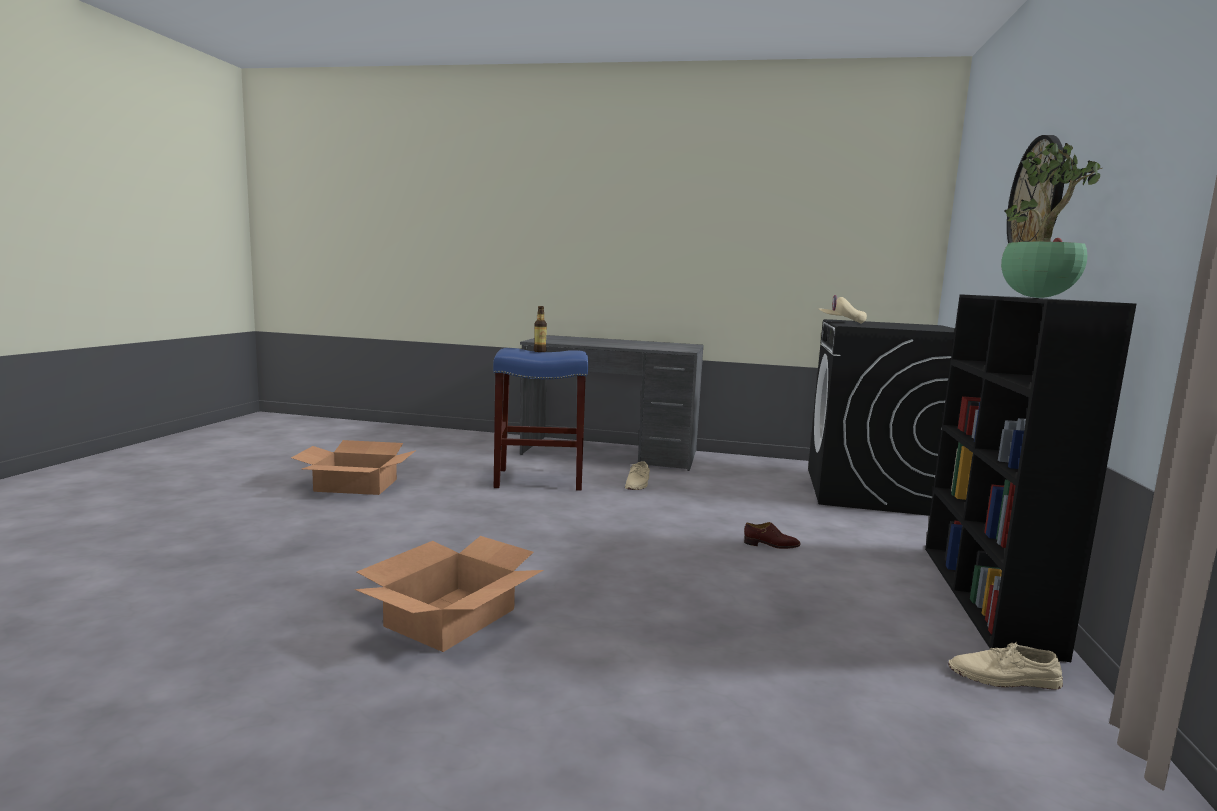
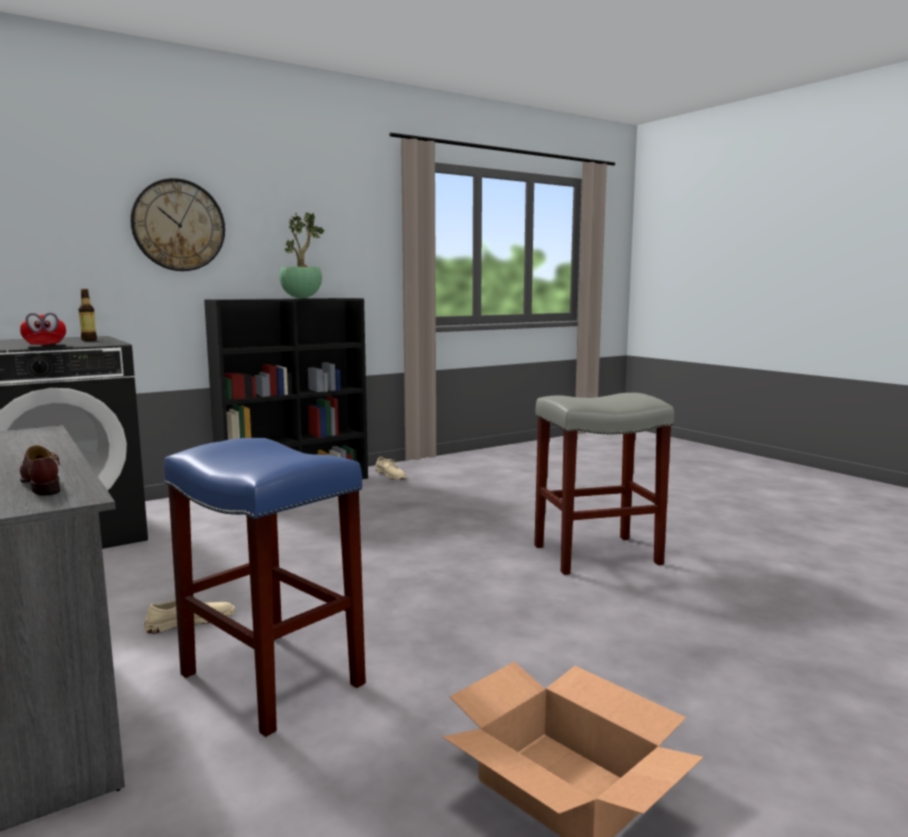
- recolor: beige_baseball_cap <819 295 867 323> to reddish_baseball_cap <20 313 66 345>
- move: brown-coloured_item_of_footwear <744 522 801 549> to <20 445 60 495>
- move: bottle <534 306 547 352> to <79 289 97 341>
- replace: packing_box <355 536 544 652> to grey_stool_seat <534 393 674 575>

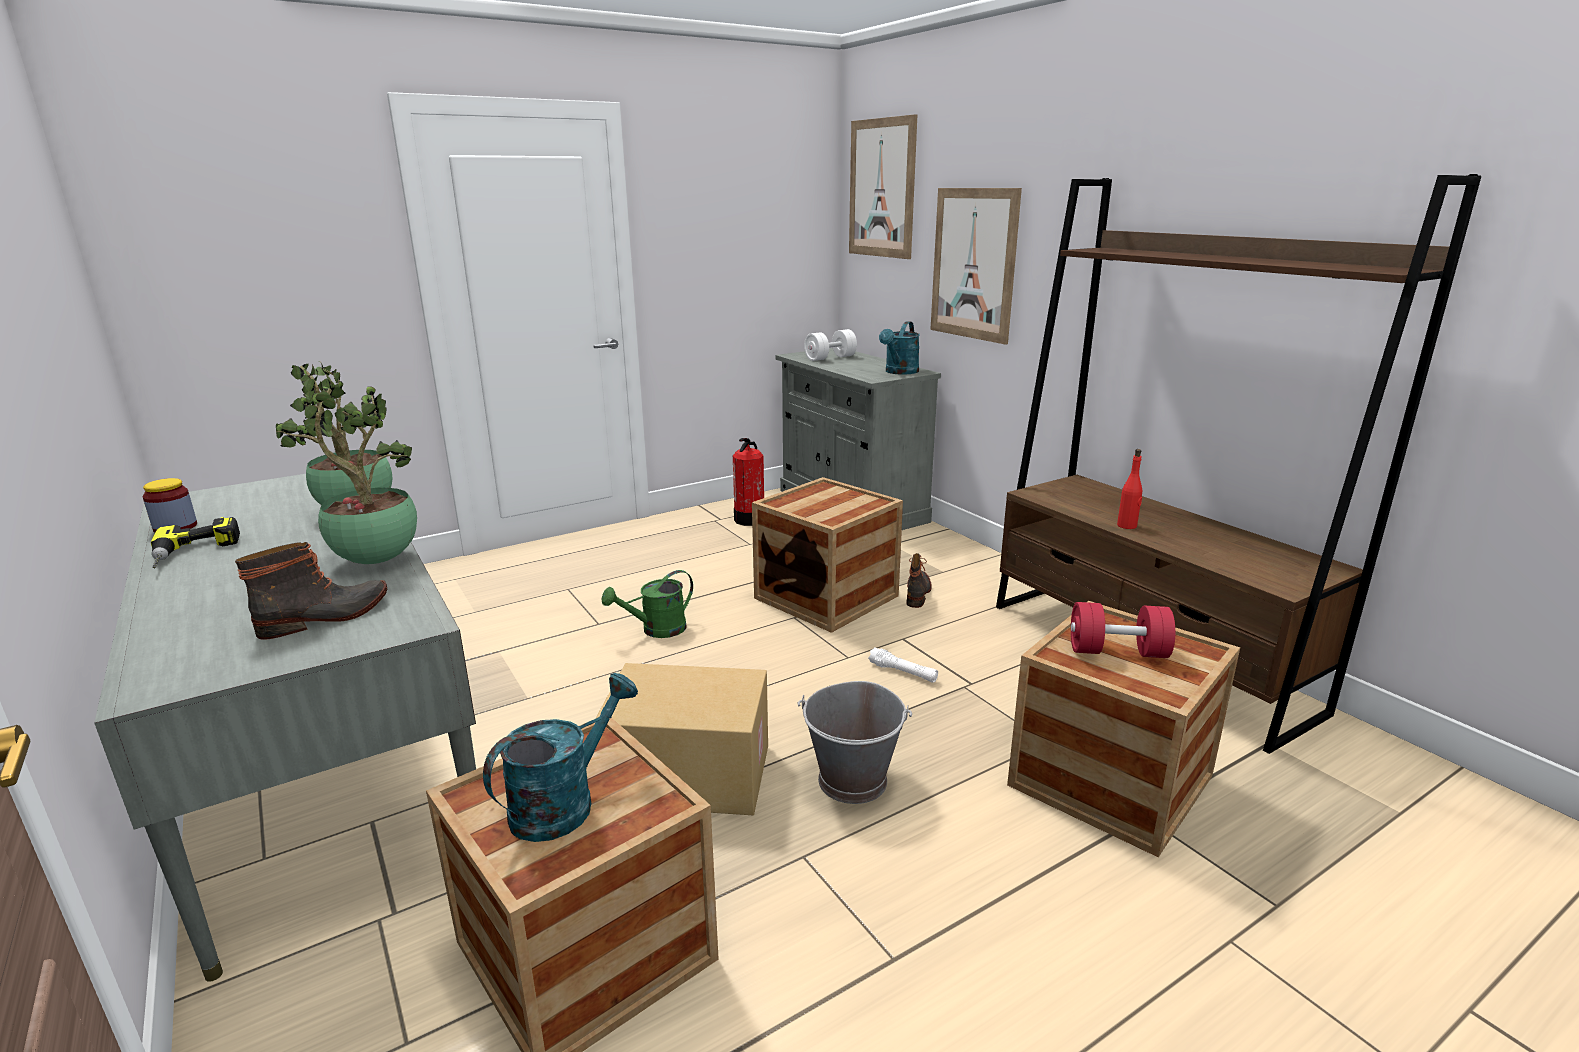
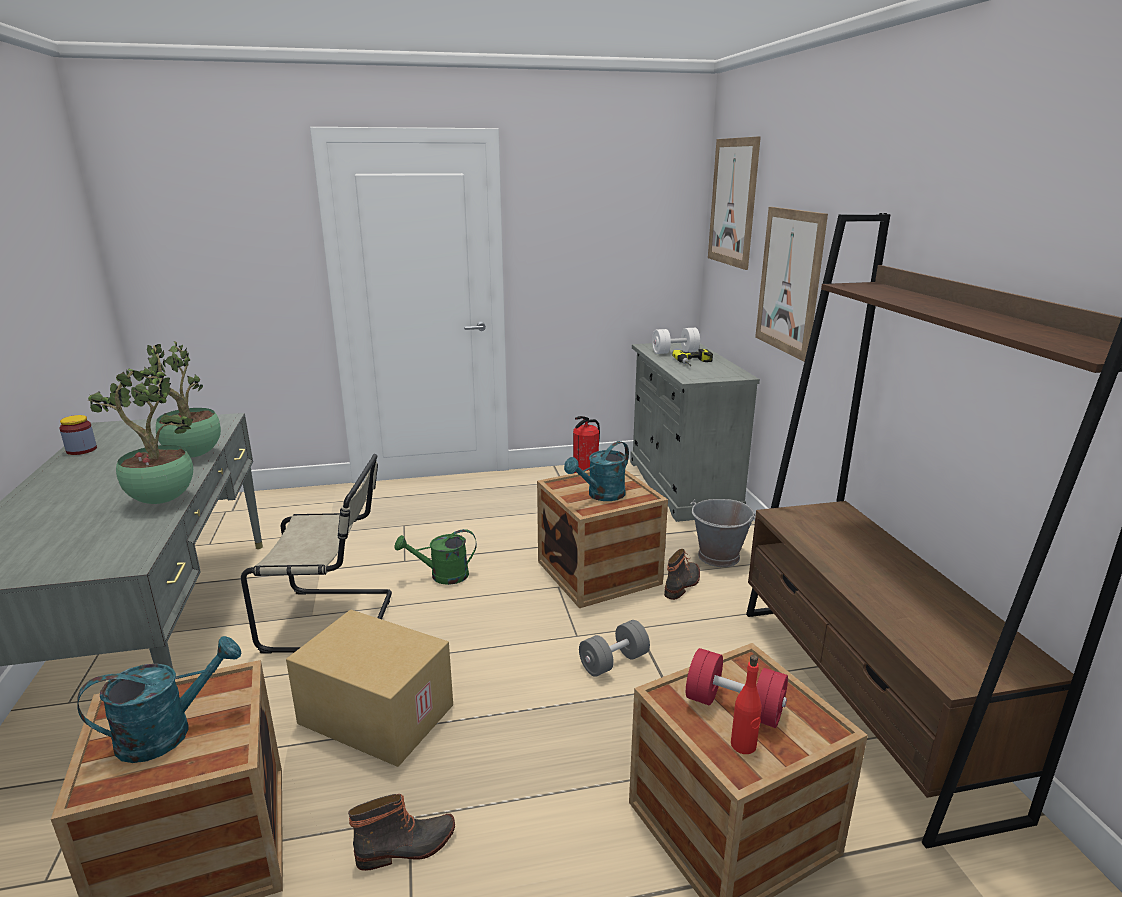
- insert: beige_chair <241 454 392 654>
- move: high-top_boot <235 542 388 640> to <348 794 455 871>
- move: blue-green_watering_can <879 321 920 374> to <564 441 629 501>
- replace: white_flashlight <868 647 938 683> to grey_free_weight <579 620 650 677>
- move: power_drill <151 517 240 568> to <672 349 713 367>
- move: grey_water_bucket <798 681 912 804> to <690 499 755 567>
- move: reddish_bottle <1117 449 1142 529> to <731 655 762 754>

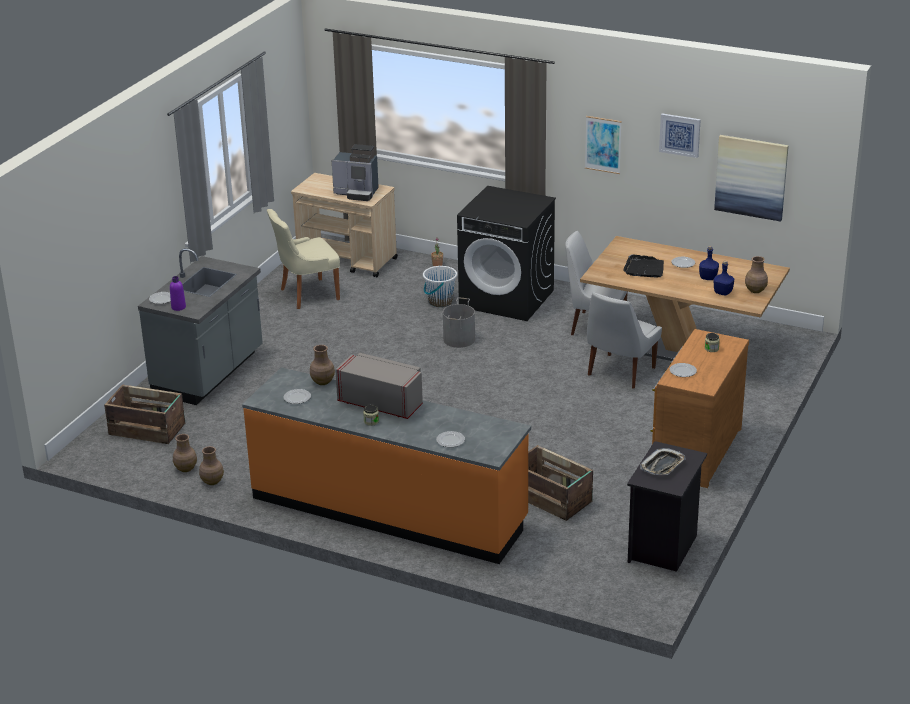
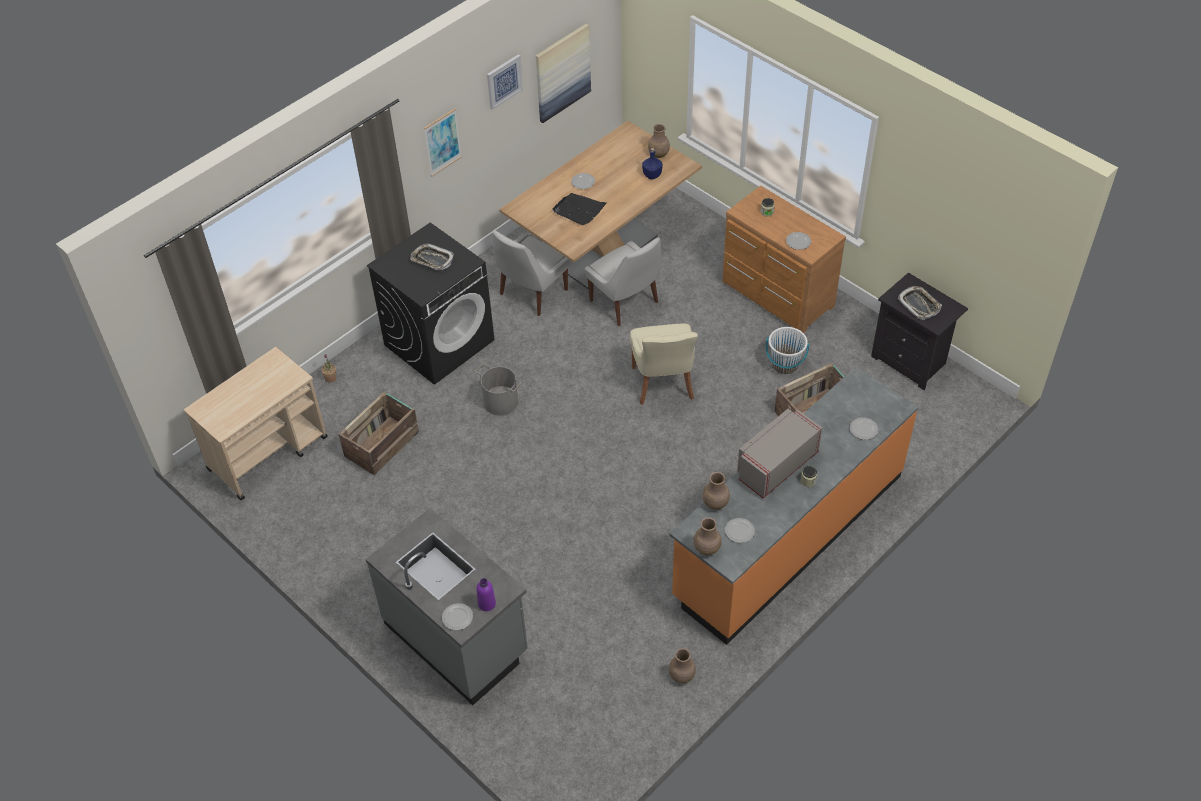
- move: crate <104 384 185 444> to <339 391 419 475>
- insert: serving_tray <411 243 454 270>
- move: beige_chair <267 209 340 309> to <630 323 698 405>
- move: brown-coloured_decorative_vase <173 434 197 472> to <693 517 722 555>
- move: white_water_bucket <423 265 457 307> to <766 327 810 374>
- delete: coffee_brewer <332 144 379 201>
- delete: blue_bottle <699 246 719 280>

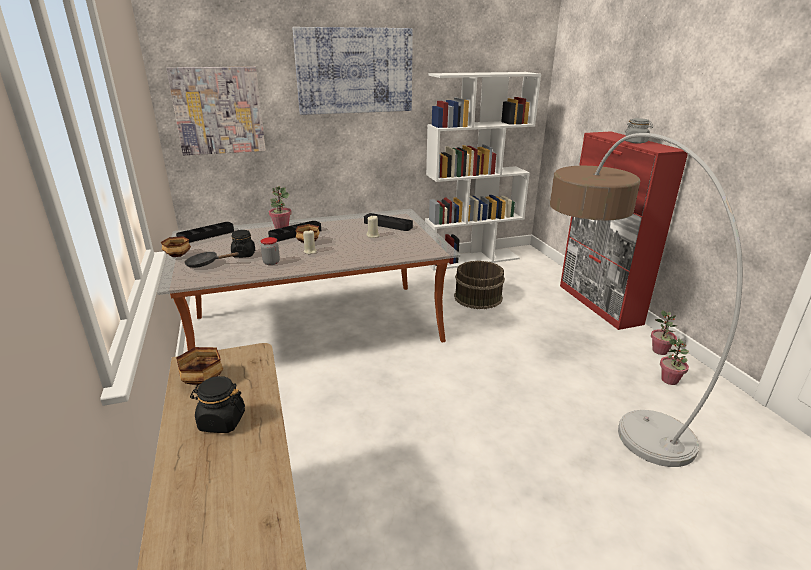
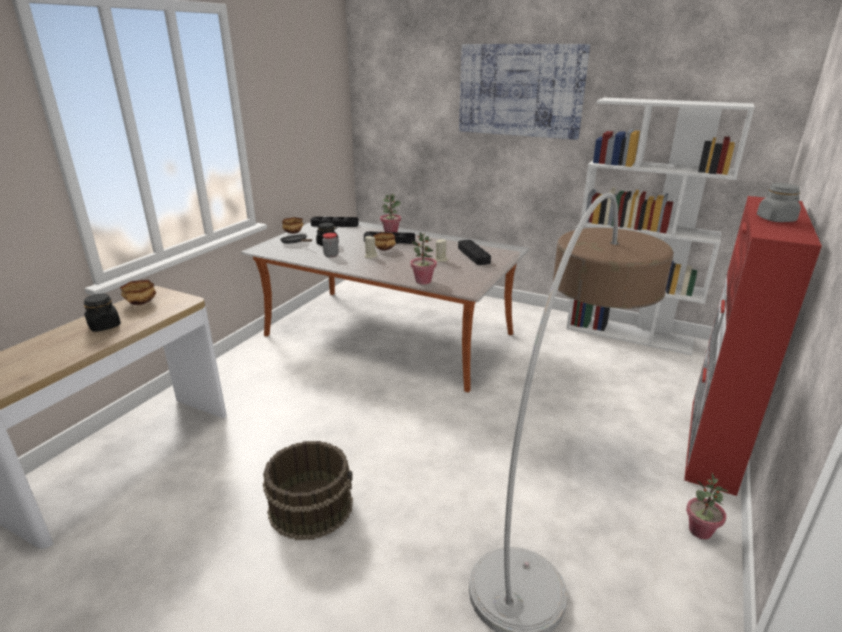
- move: brown-coloured_water_bucket <454 261 505 309> to <263 441 353 540>
- move: potted_plant <660 339 689 385> to <410 232 437 285>
- delete: wall_picture <166 67 266 156>

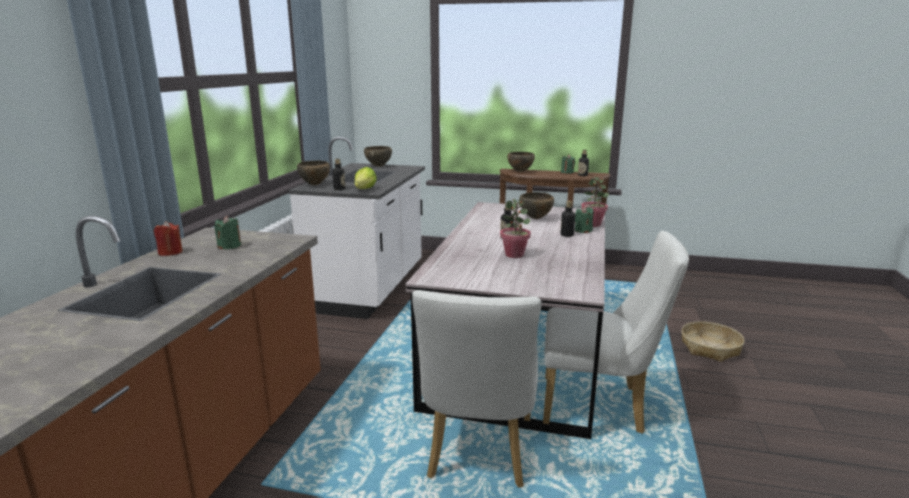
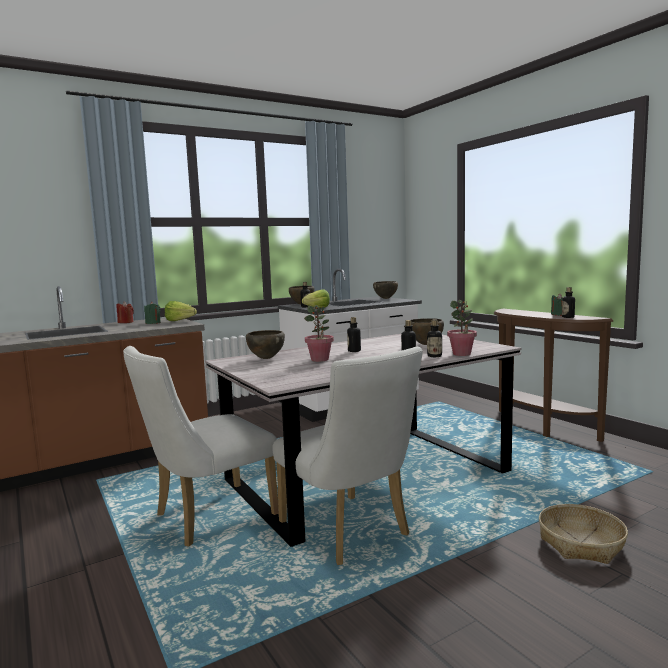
- insert: head_of_lettuce <165 301 197 321>
- move: brown-coloured_bowl <507 152 535 172> to <246 330 285 359>
- replace: green_candle <575 206 593 233> to bottle <427 320 442 357>

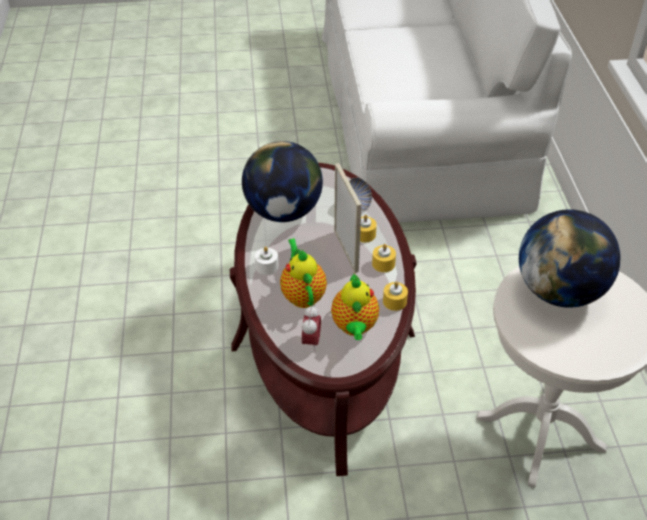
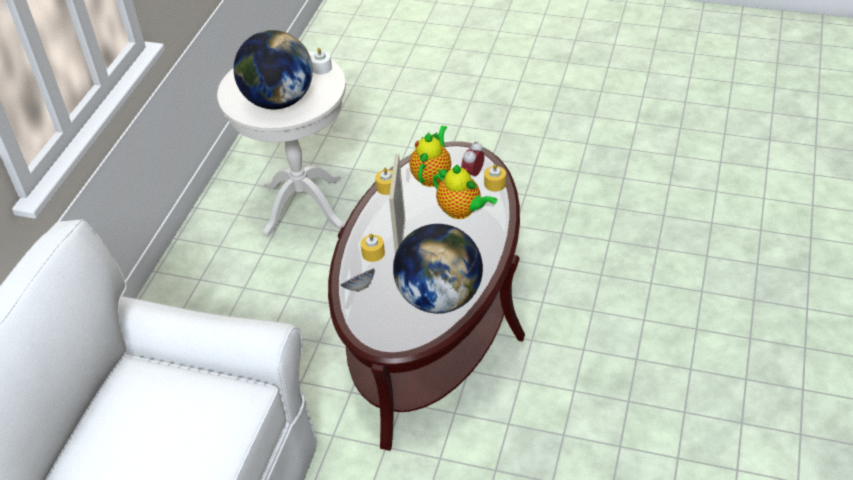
- move: white_candle <255 246 279 275> to <310 48 332 75>
- rotate: pot_for_tea <280 238 327 308> = <433 165 497 219> 60 degrees counterclockwise
- move: yellow-coloured_candle <372 244 396 272> to <484 164 506 191>

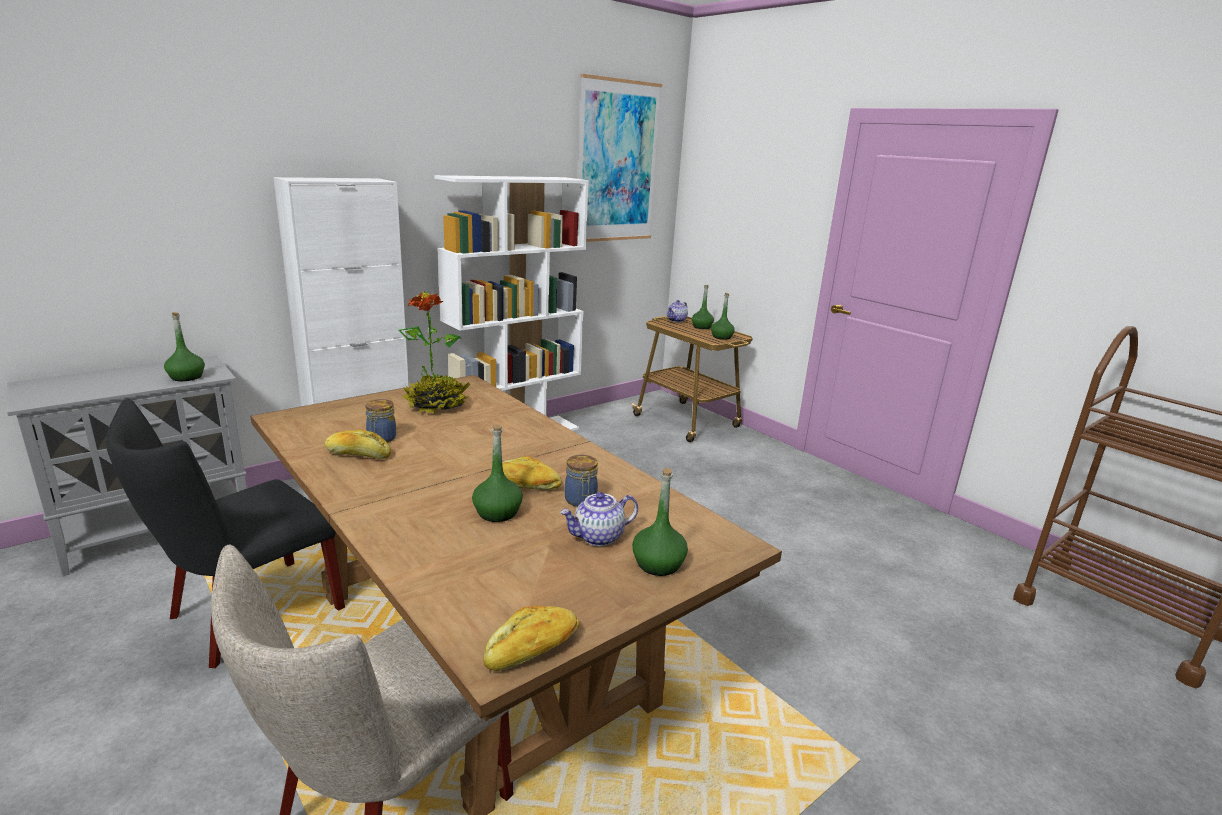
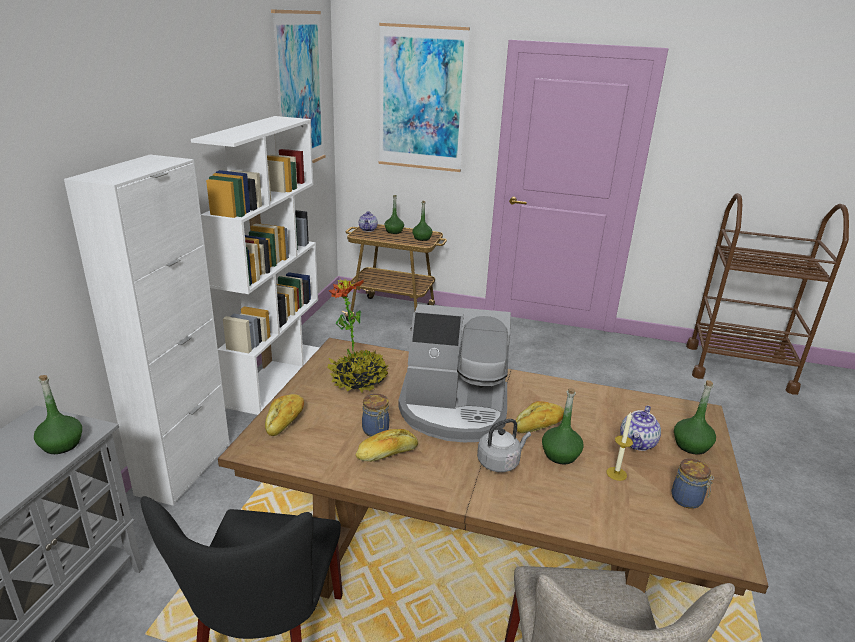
- move: bread <483 606 579 671> to <265 394 304 436>
- insert: wall_picture <379 23 470 172>
- insert: coffee_brewer <398 304 511 442>
- insert: grey_kettle <477 419 531 472>
- insert: candle <607 411 633 481>
- move: preserve_jar <565 455 598 507> to <672 459 714 509>

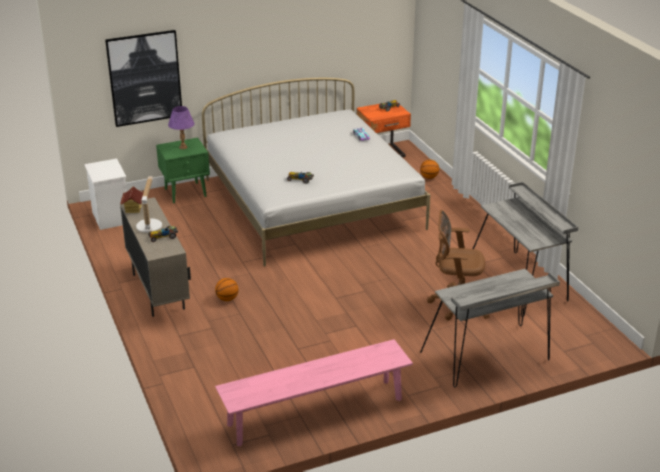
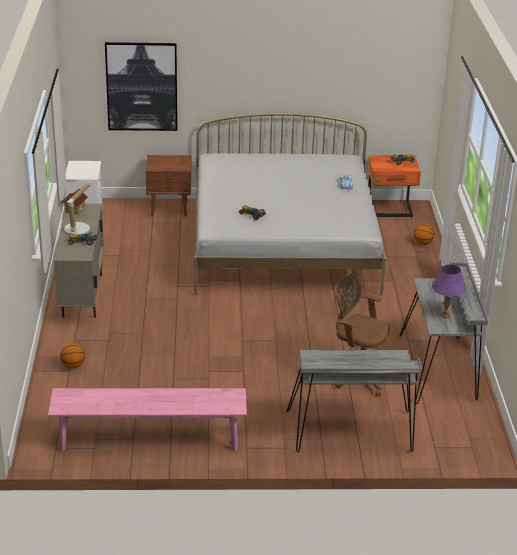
- move: basketball <215 278 239 301> to <60 344 85 369>
- recolor: green_night_table <156 138 210 203> to brown-coloured_night_table <146 155 191 217>
- move: purplish_tabletop_lamp <168 106 195 149> to <432 265 466 319>

